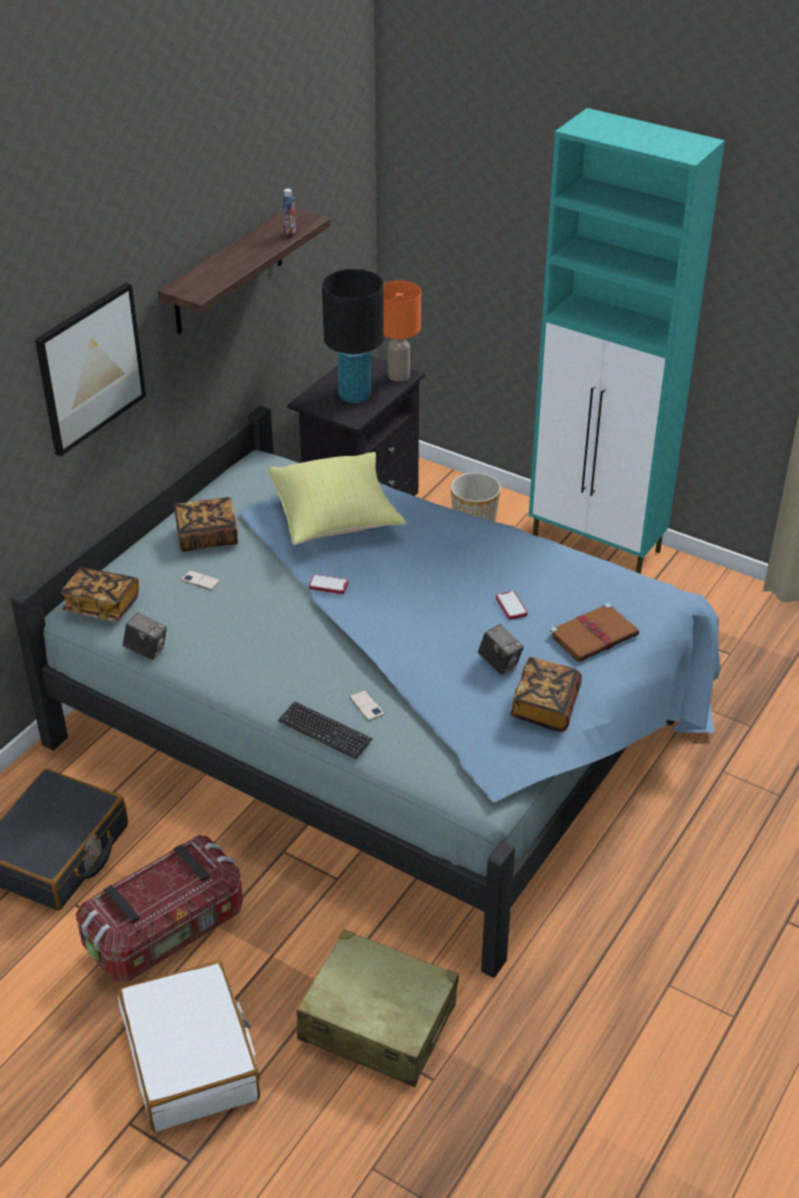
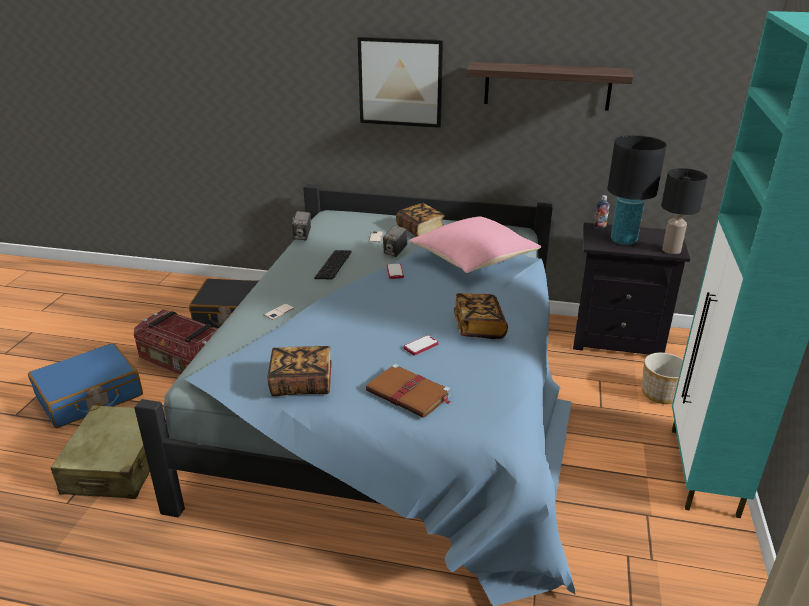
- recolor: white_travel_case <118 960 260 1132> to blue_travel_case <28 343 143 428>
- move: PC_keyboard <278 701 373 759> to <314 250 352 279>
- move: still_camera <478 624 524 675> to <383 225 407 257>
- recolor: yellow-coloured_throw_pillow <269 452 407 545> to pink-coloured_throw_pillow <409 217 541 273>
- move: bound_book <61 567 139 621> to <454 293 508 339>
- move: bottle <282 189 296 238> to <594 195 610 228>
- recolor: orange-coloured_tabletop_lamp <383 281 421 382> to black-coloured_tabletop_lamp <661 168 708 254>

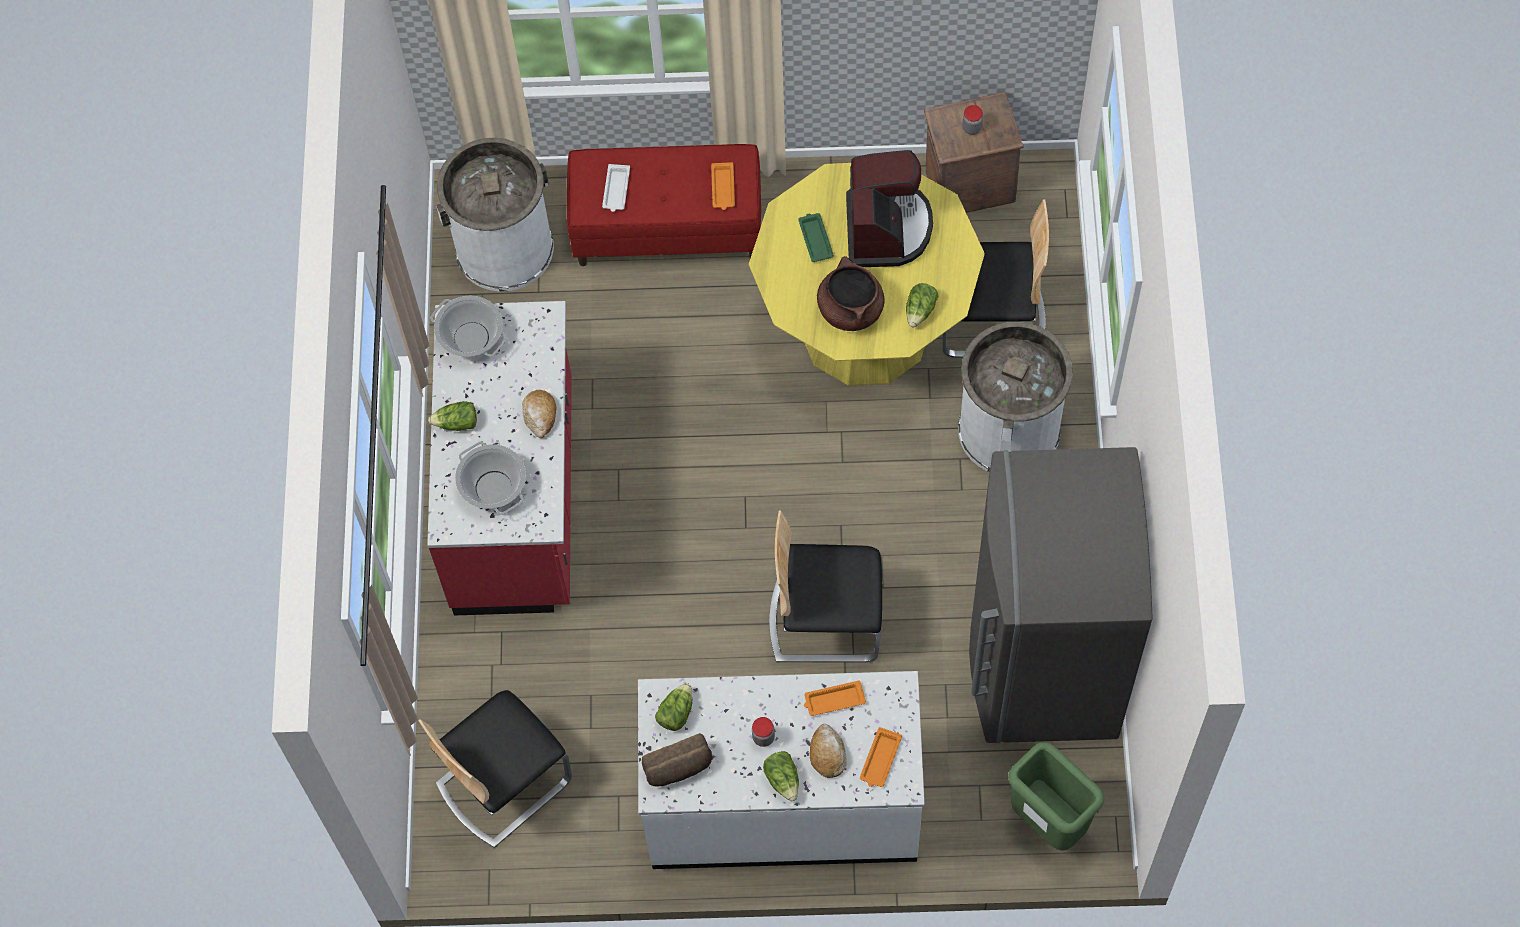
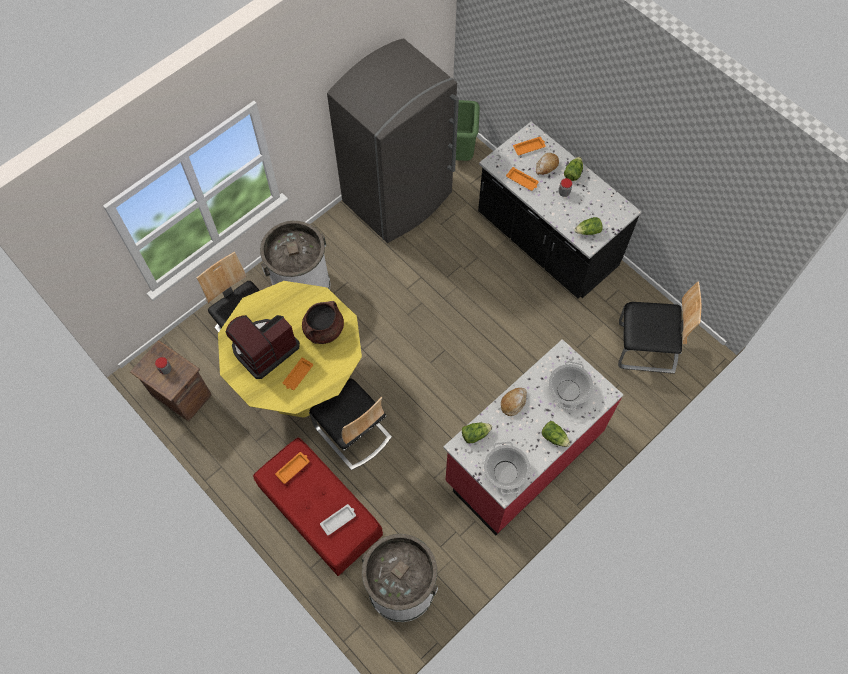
- recolor: green_serving_tray <798 213 834 262> to orange-coloured_serving_tray <283 358 313 390>
- move: chair <769 510 882 663> to <309 378 392 470>
- move: head_of_lettuce <906 283 939 327> to <462 423 492 443>
- recolor: white_kitchen_counter <638 671 925 869> to black-coloured_kitchen_counter <478 122 641 299>
- delete: bread <642 733 713 786>

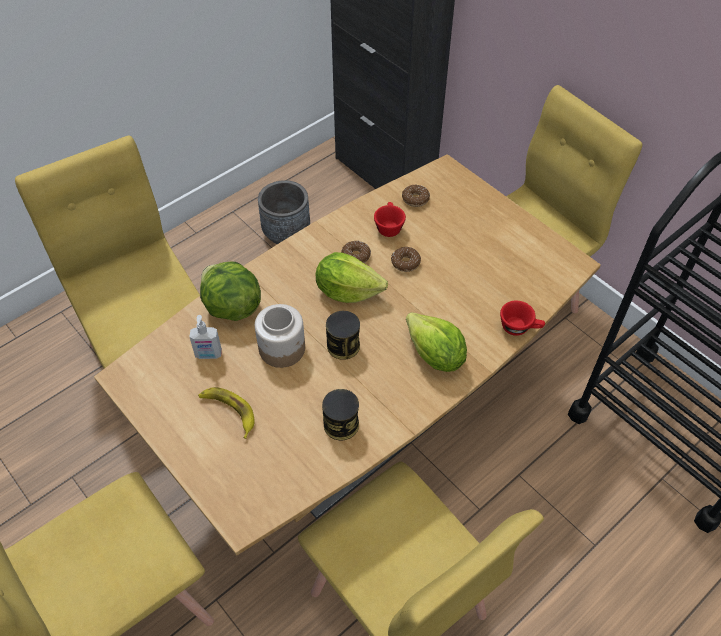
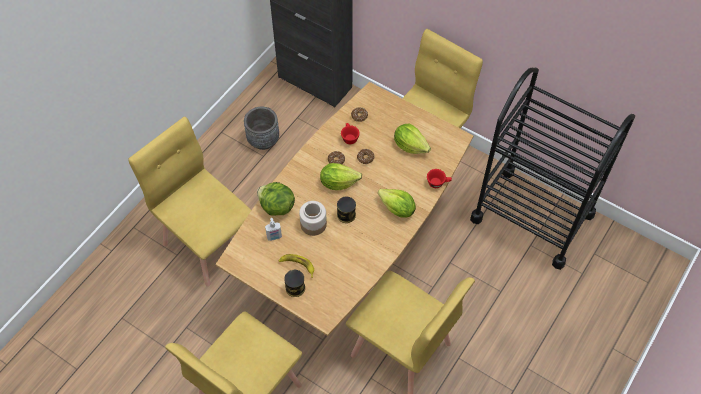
- move: sealed_can <322 389 359 440> to <284 270 305 297>
- insert: head_of_lettuce <394 123 431 154>

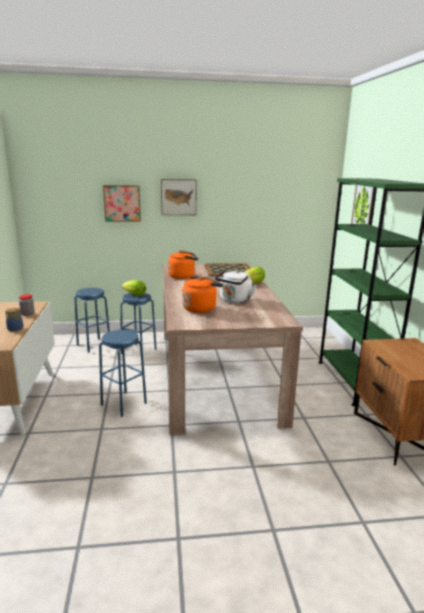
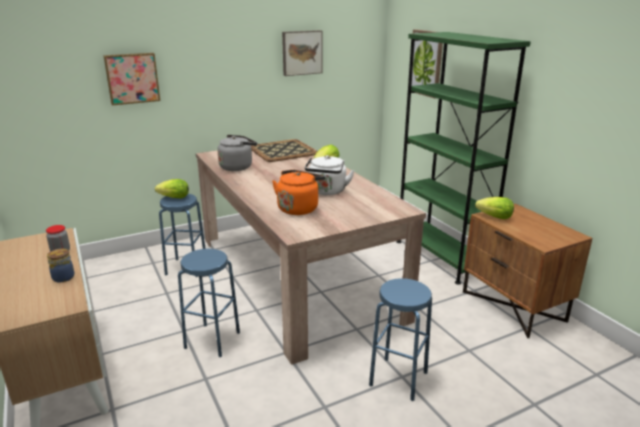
- recolor: orange-coloured_kettle <168 251 198 279> to grey_kettle <217 135 257 171>
- move: wall_picture <161 179 197 215> to <282 30 322 76>
- move: blue_stool_seat <75 288 110 353> to <369 278 432 401>
- insert: head_of_lettuce <475 197 514 220>

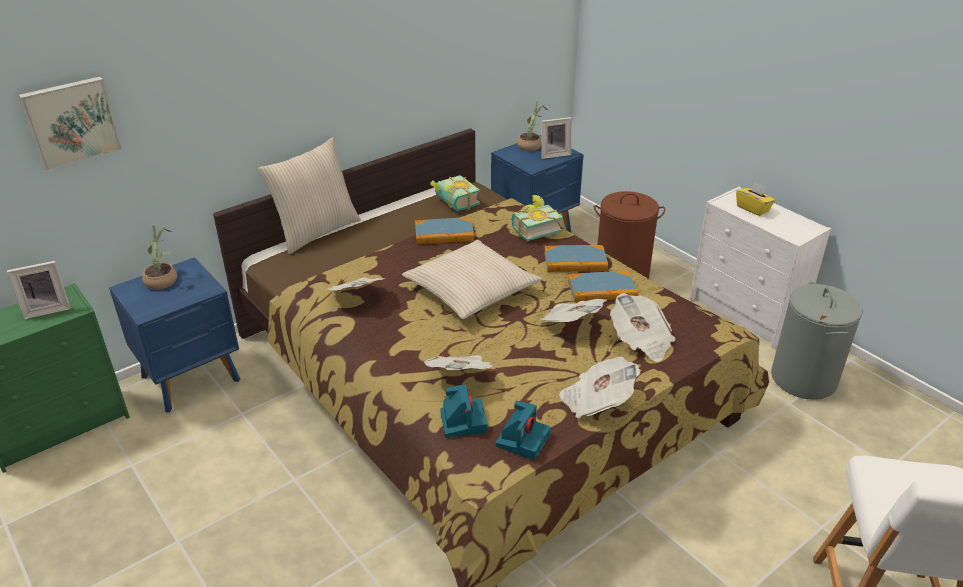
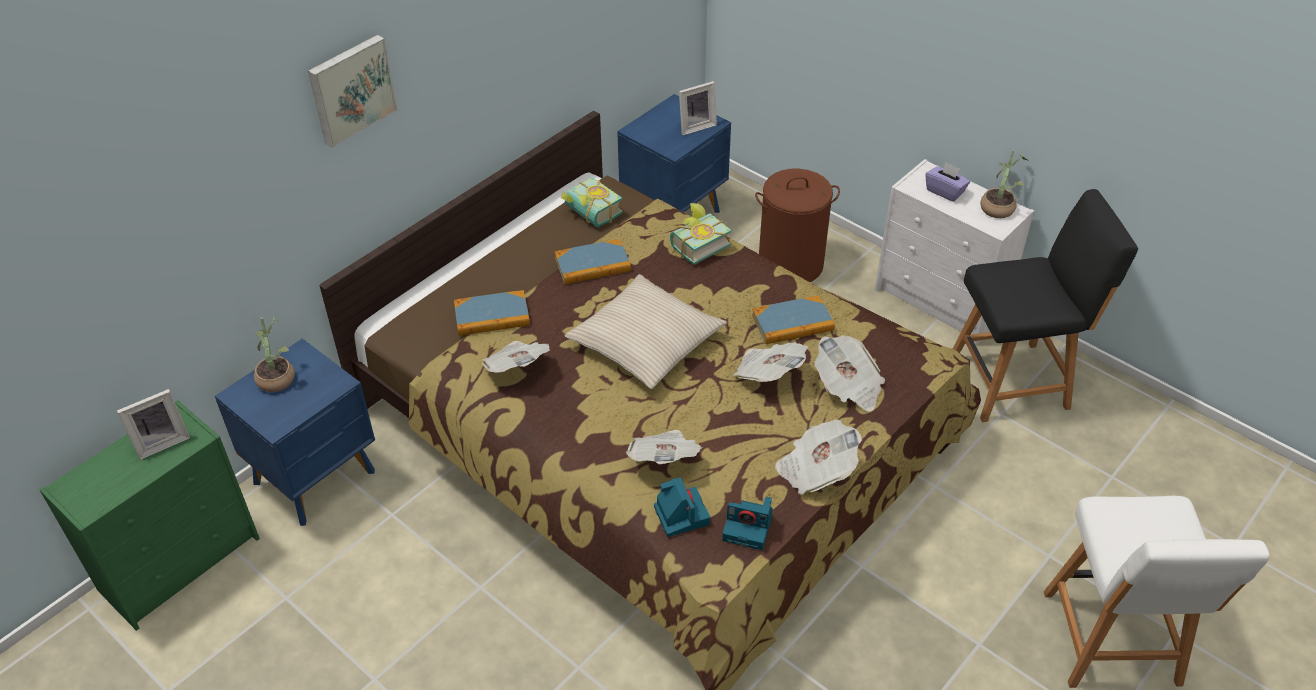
- move: wall_picture <18 76 122 170> to <308 35 397 148>
- move: bound_book <544 245 608 272> to <454 290 530 336>
- rotate: still_camera <495 401 550 460> = <722 496 773 550> 90 degrees clockwise
- recolor: yellow-coloured_box_of_tissues <736 182 775 216> to purplish_box_of_tissues <925 162 970 202>
- replace: grey_washing_basket <771 283 863 400> to black-coloured_chair <953 189 1138 422>
- move: potted_plant <517 101 548 151> to <980 150 1029 218>
- delete: beige_throw_pillow <258 137 361 254>

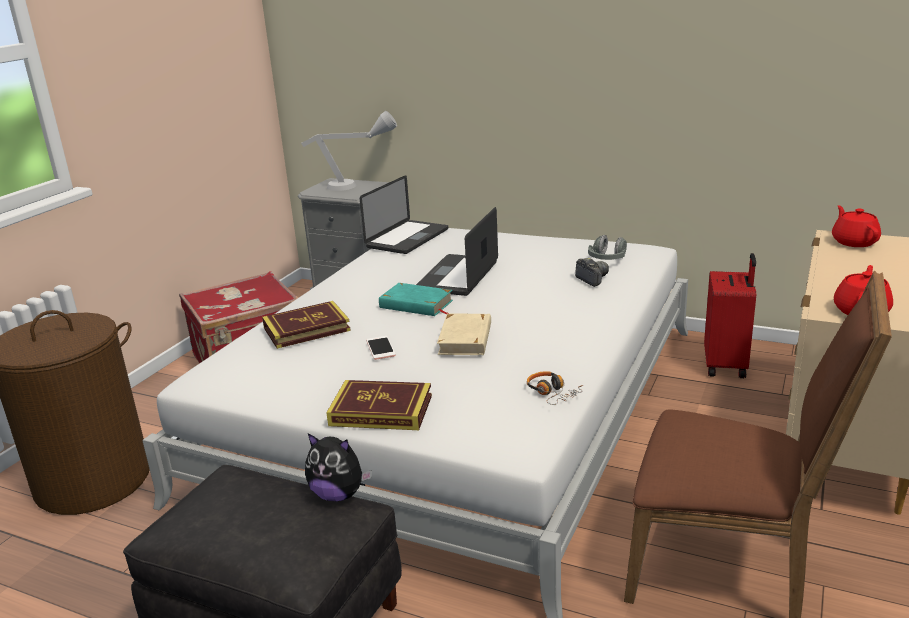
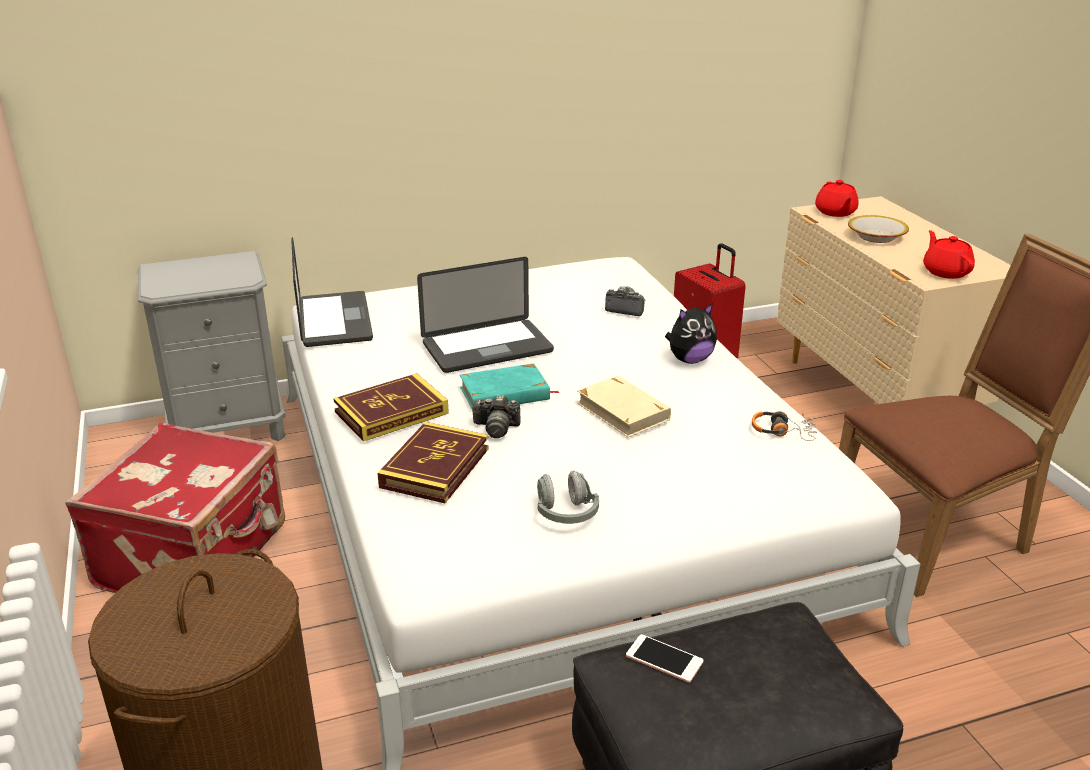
- move: bound_book <326 380 432 430> to <333 373 449 442>
- rotate: portable_computer <416 207 498 296> = <417 257 554 373> 90 degrees counterclockwise
- insert: still_camera <471 395 520 438>
- move: grey_headphones <588 235 627 260> to <537 471 599 524>
- move: telephone <366 336 396 360> to <626 634 703 683>
- move: plush_toy <305 433 372 501> to <665 303 717 364>
- rotate: reddish_pot_for_tea <832 205 881 247> = <815 180 859 217> 135 degrees counterclockwise
- insert: bowl <848 215 909 243>
- delete: grey_tabletop_lamp <301 111 397 191>

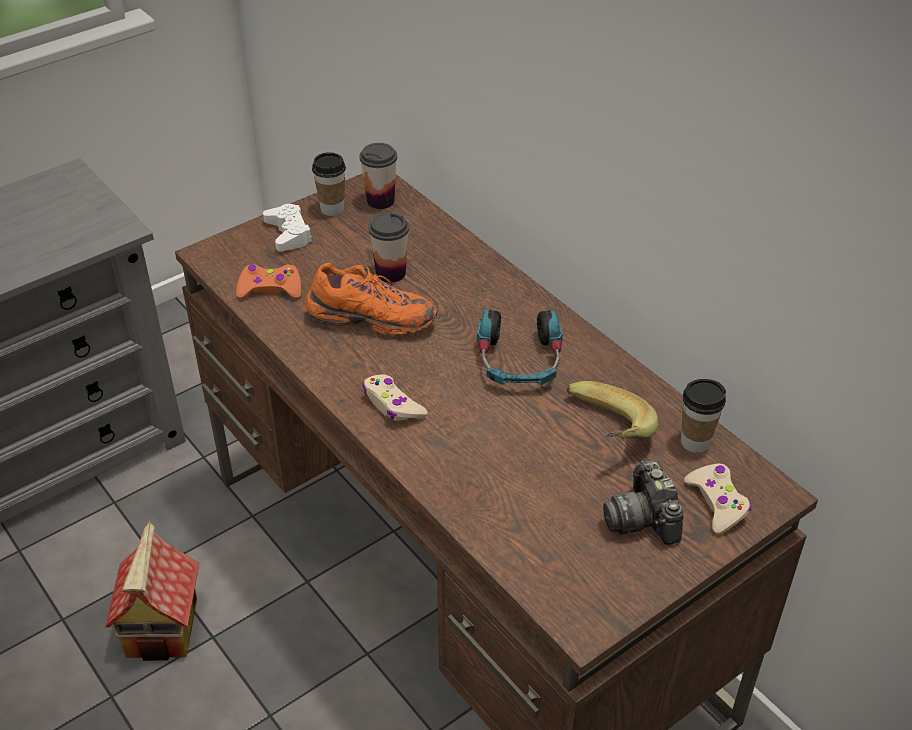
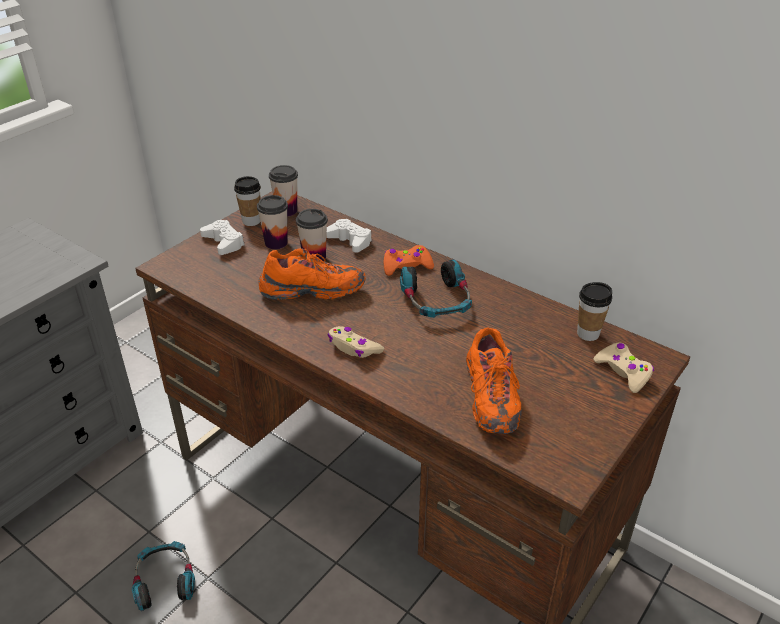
- replace: miniature_house <105 521 199 661> to headphones <132 541 195 611>
- insert: cup <257 195 288 249>
- insert: white_gamepad <326 219 372 253>
- move: orange-coloured_gamepad <236 264 302 299> to <384 245 434 276>
- insert: orange-coloured_item_of_footwear <466 327 521 434>
- delete: whole_banana <567 381 658 439>
- delete: still_camera <603 460 684 545>

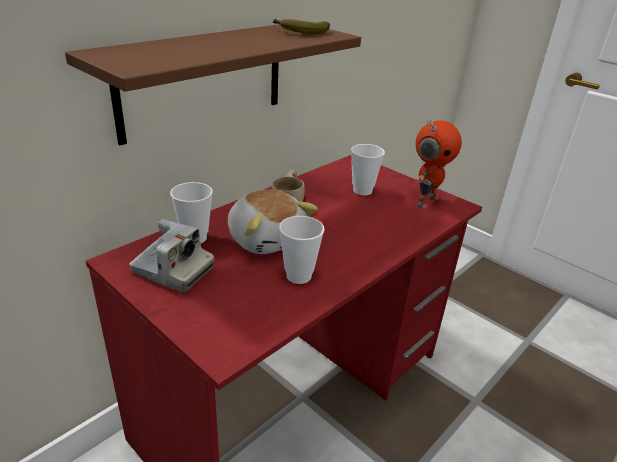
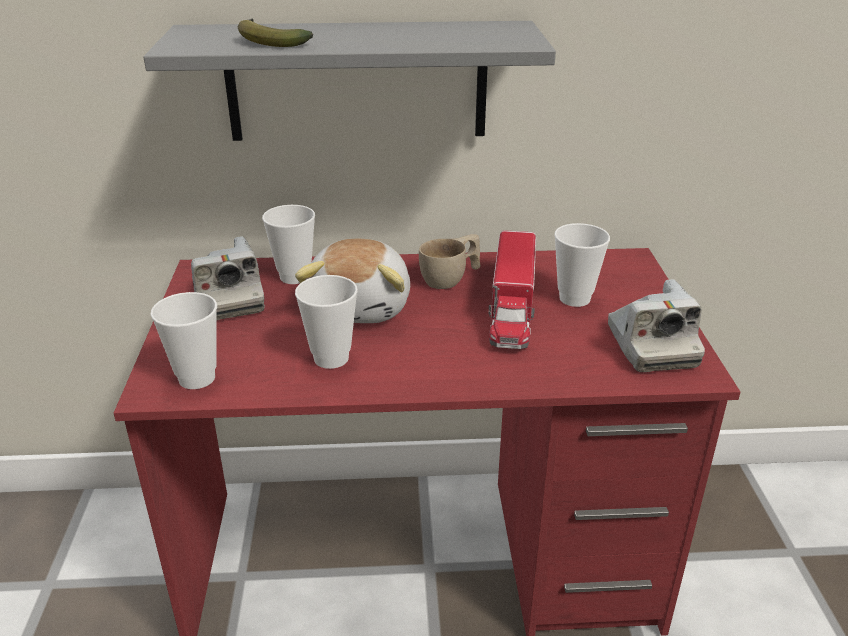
- recolor: brown-coloured_bracket_shelf <65 24 361 145> to grey_bracket_shelf <143 21 556 141>
- insert: cup <151 292 217 389>
- move: whole_banana <272 19 330 34> to <238 18 313 47>
- insert: toy_lorry <488 230 536 349>
- replace: model_robot <416 119 462 209> to still_camera <608 279 705 372>

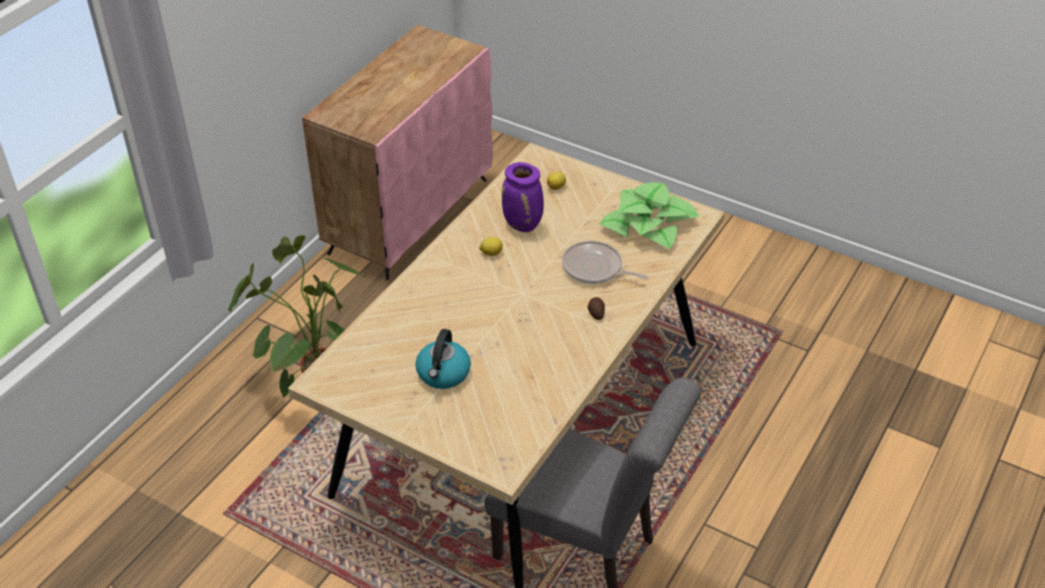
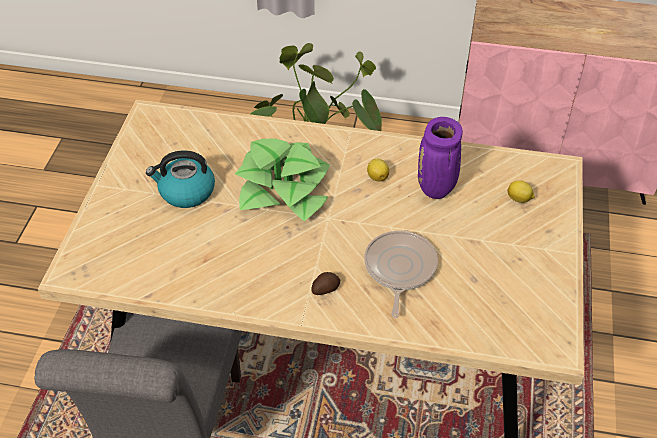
- move: potted_plant <599 182 700 249> to <235 138 330 221>

